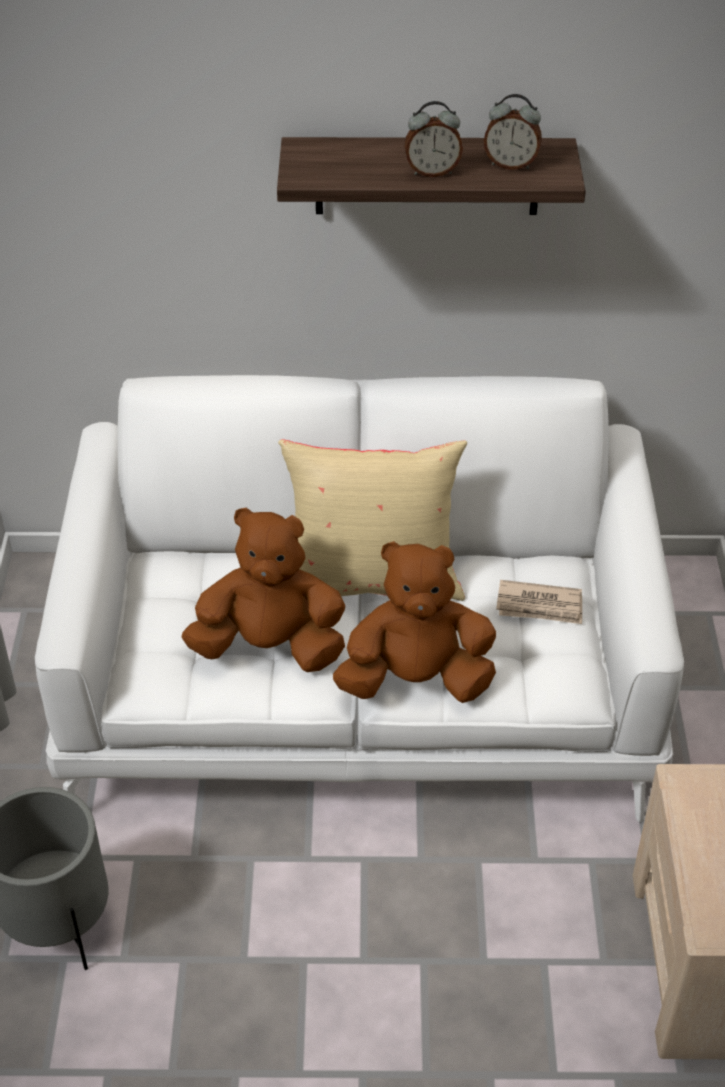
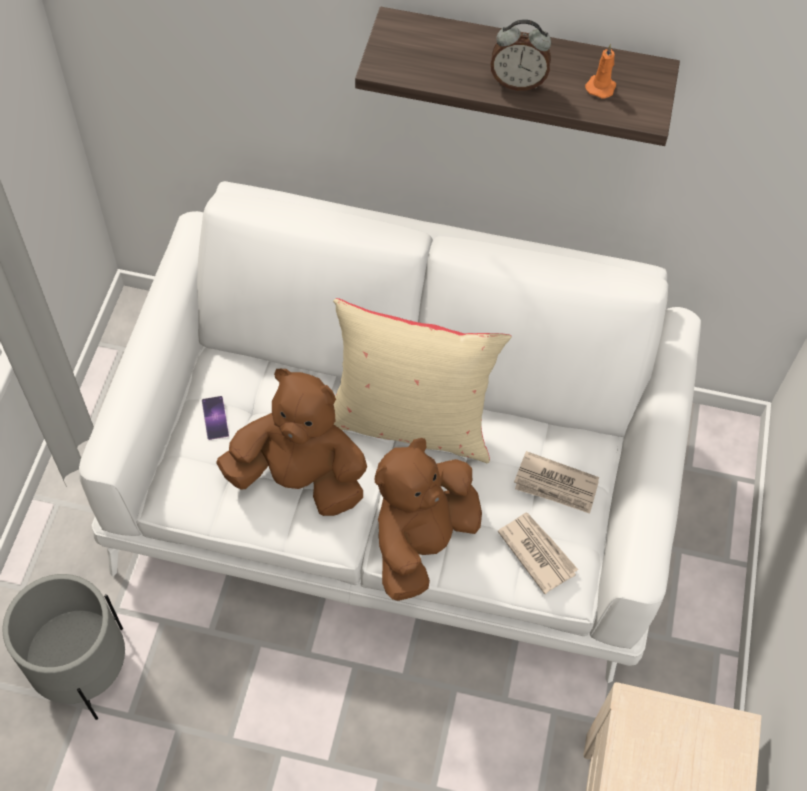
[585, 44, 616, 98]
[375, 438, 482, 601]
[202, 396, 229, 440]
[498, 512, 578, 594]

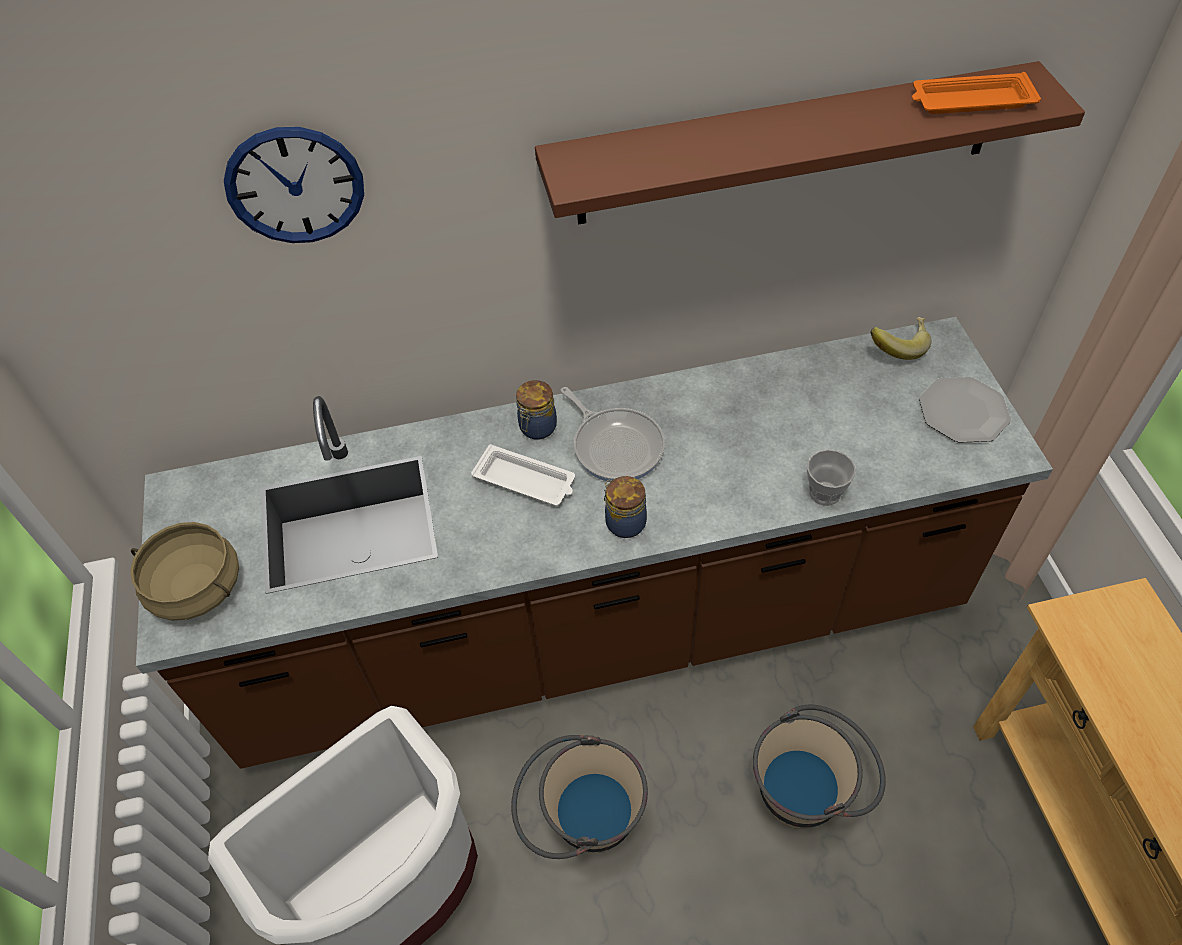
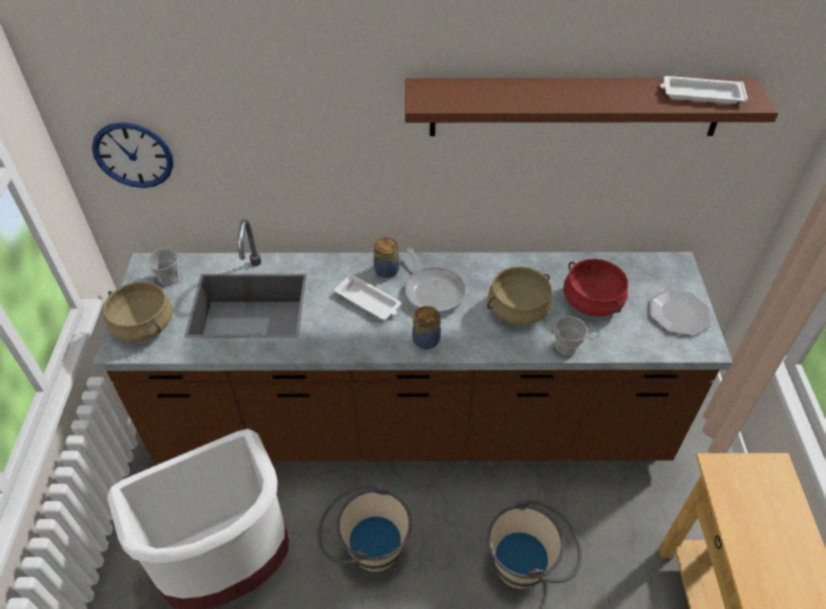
[660, 76, 748, 104]
[92, 122, 174, 188]
[871, 317, 931, 360] (first image)
[147, 249, 179, 285]
[563, 259, 628, 317]
[487, 267, 553, 325]

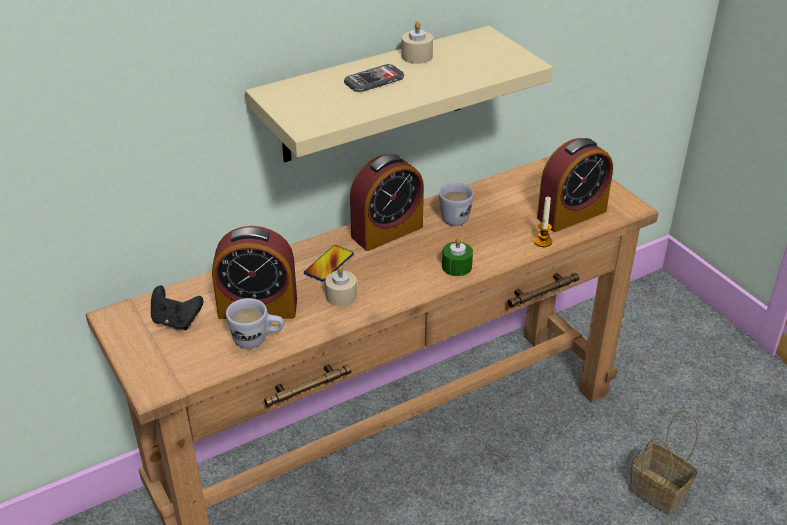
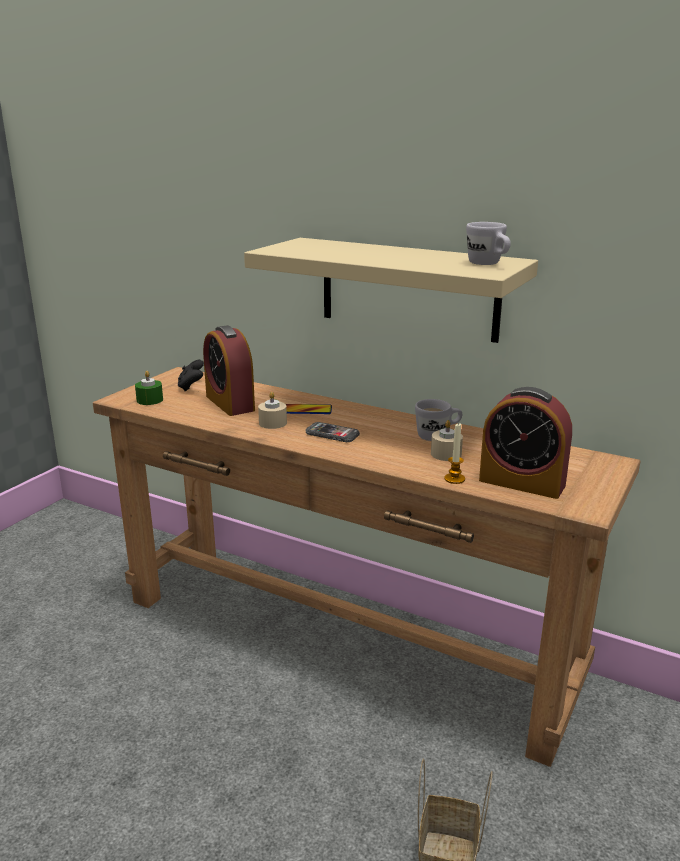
[431, 420, 463, 461]
[305, 422, 360, 442]
[350, 154, 424, 251] (first image)
[135, 371, 163, 405]
[466, 222, 511, 265]

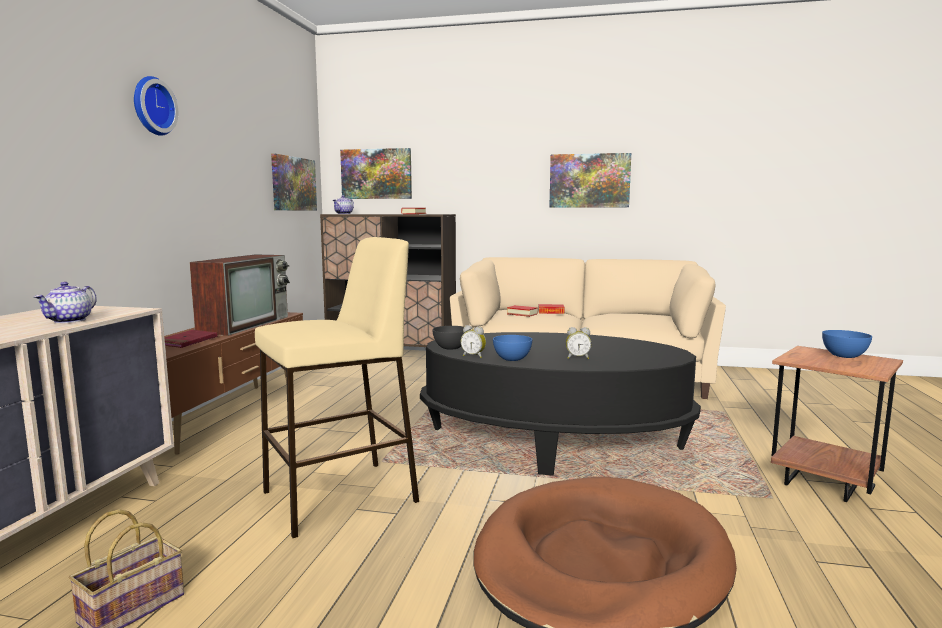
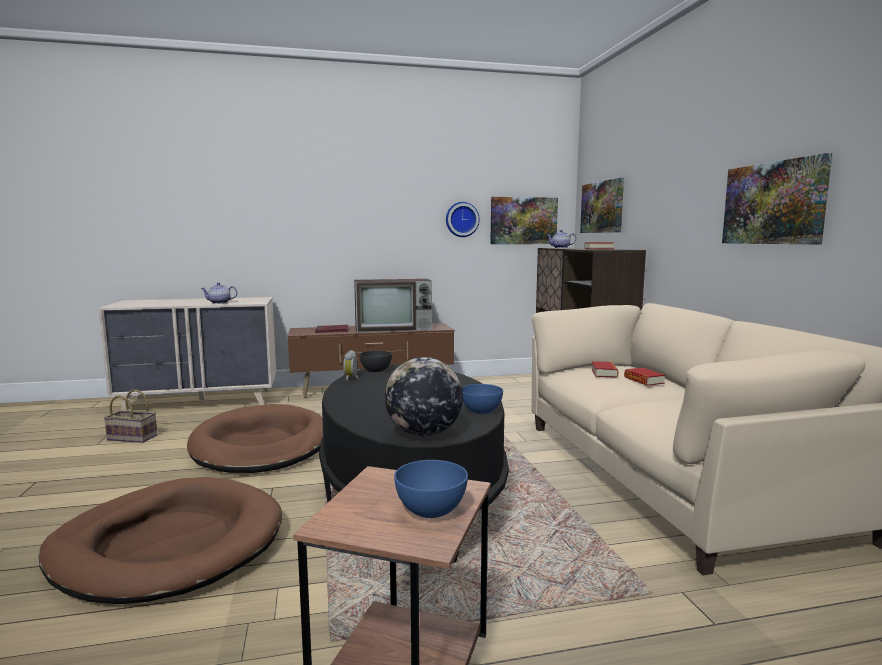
[446, 202, 480, 237]
[187, 404, 323, 473]
[566, 327, 591, 359] (first image)
[462, 384, 503, 414]
[385, 357, 463, 437]

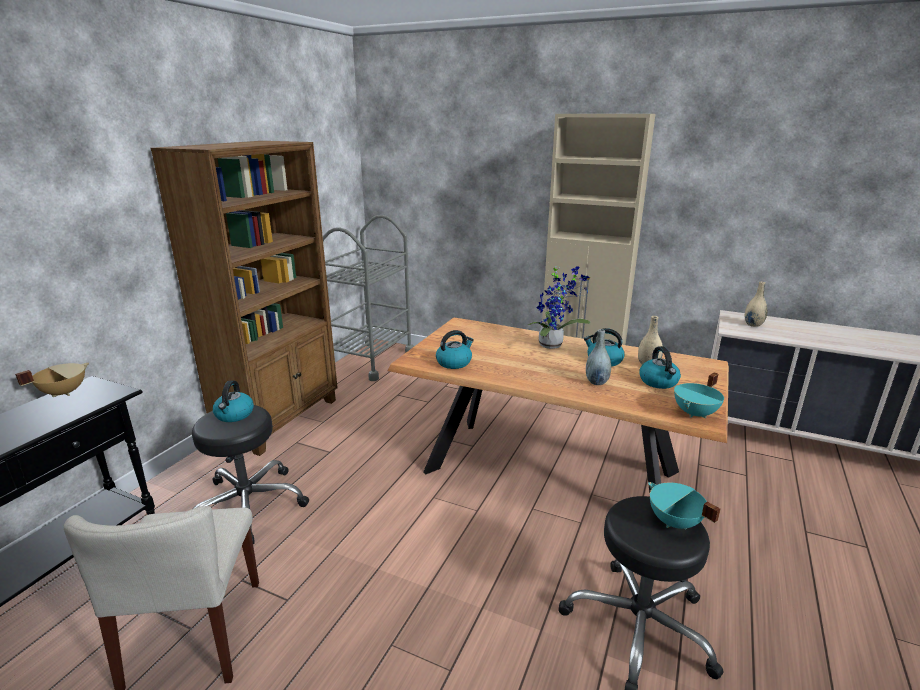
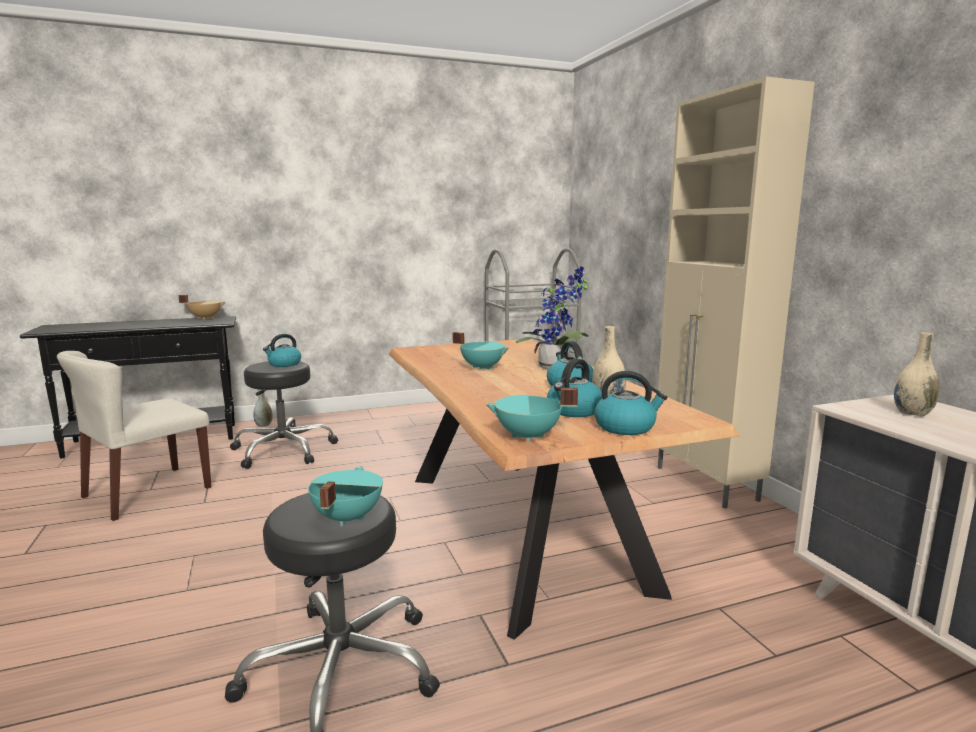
[151, 141, 338, 456] (first image)
[253, 389, 272, 427]
[594, 371, 667, 435]
[453, 332, 509, 370]

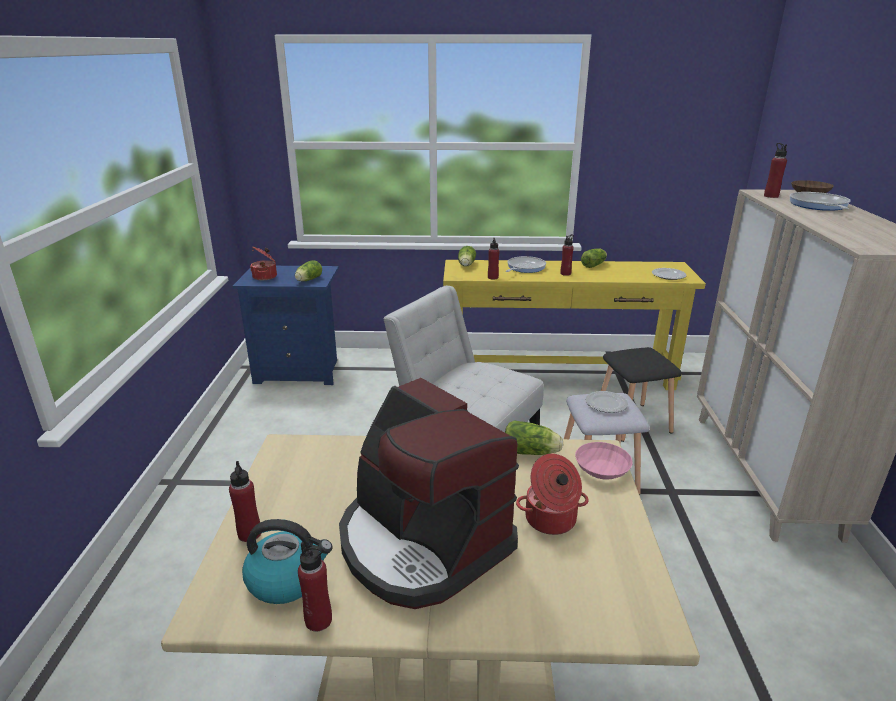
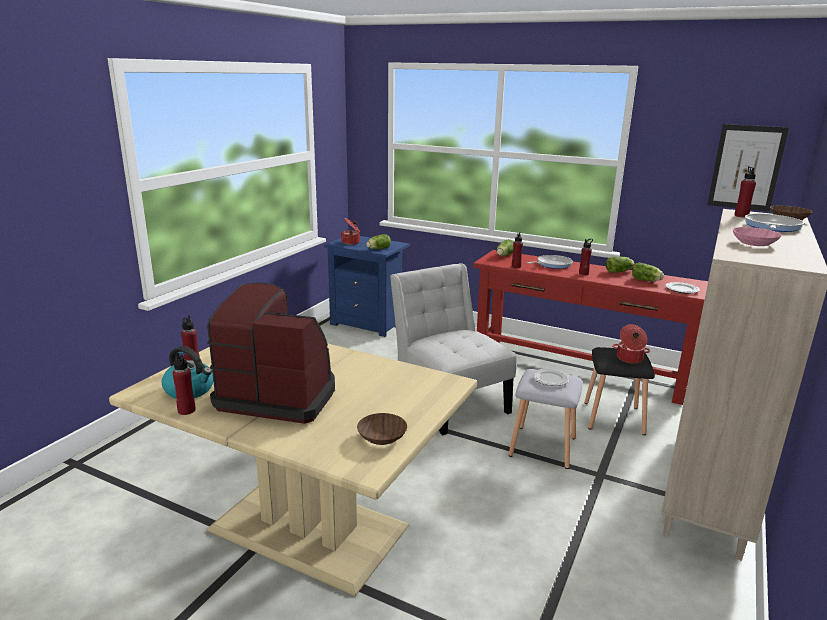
[473, 250, 708, 405]
[207, 283, 335, 424]
[632, 263, 664, 281]
[733, 227, 782, 246]
[612, 324, 650, 363]
[707, 124, 789, 211]
[357, 413, 407, 445]

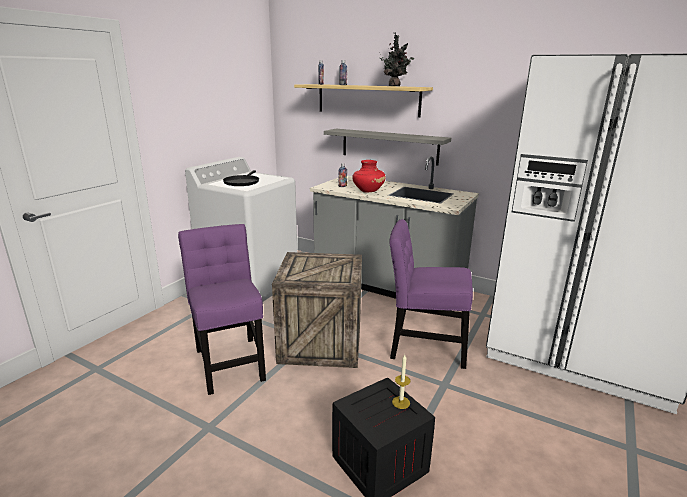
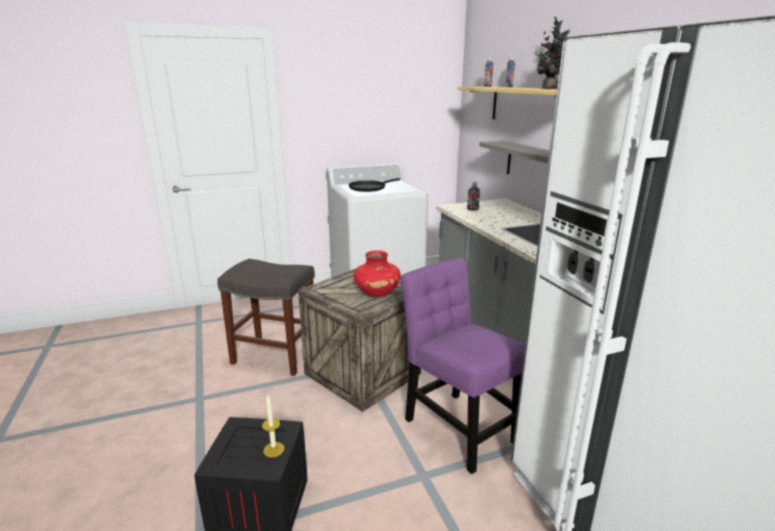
[354, 250, 401, 297]
[218, 259, 315, 376]

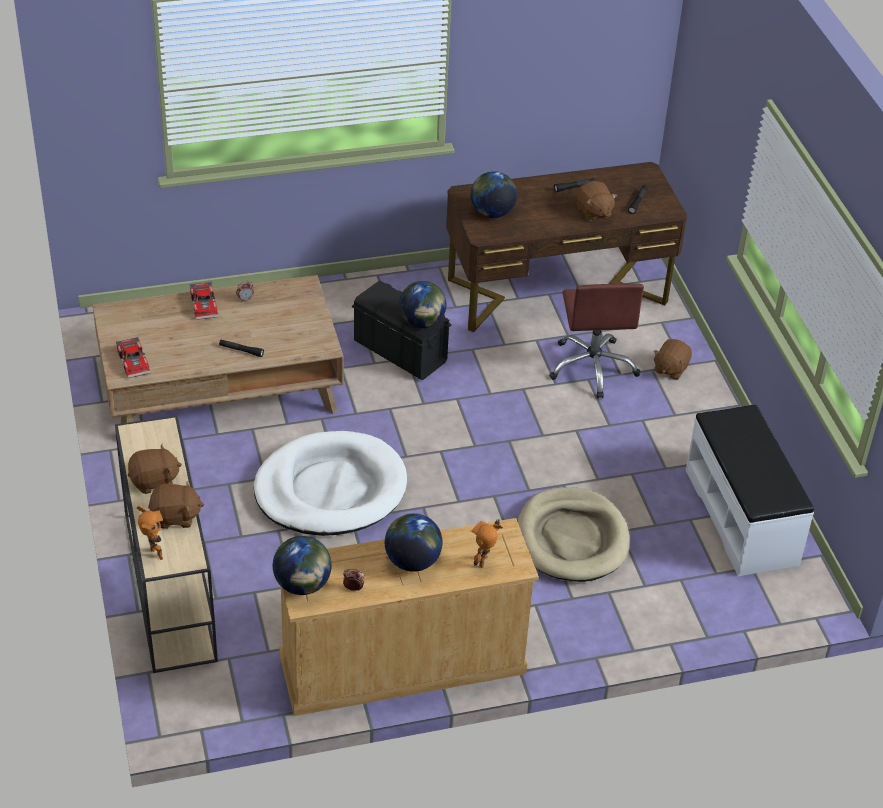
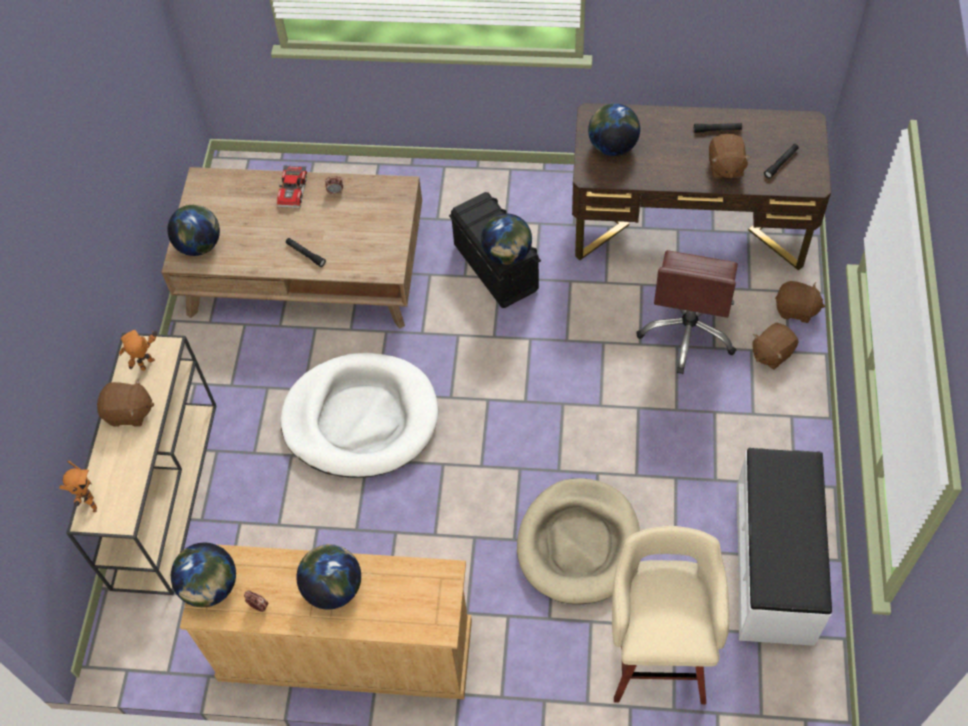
[167, 205, 220, 256]
[775, 281, 825, 323]
[119, 330, 157, 371]
[612, 526, 729, 704]

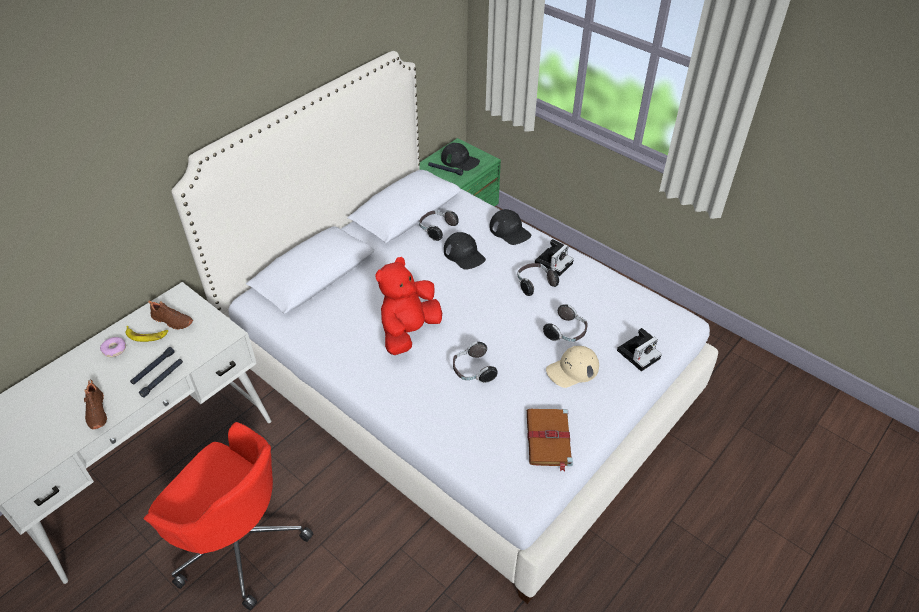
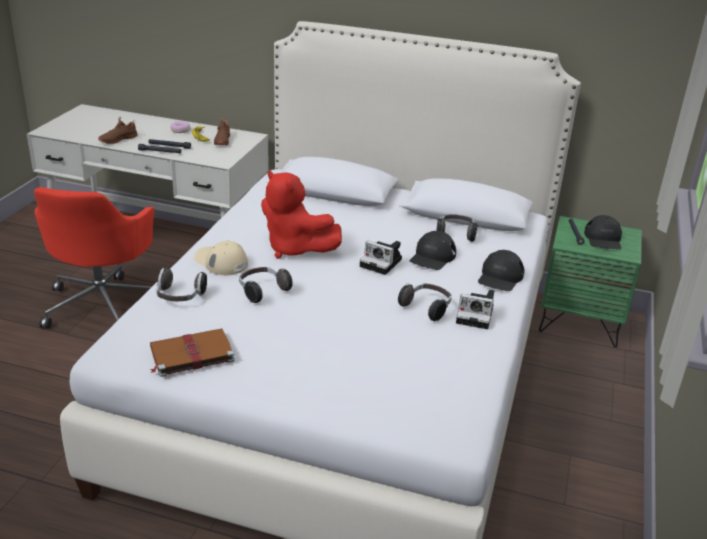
[261, 170, 342, 259]
[156, 267, 207, 301]
[360, 241, 402, 275]
[194, 241, 248, 275]

